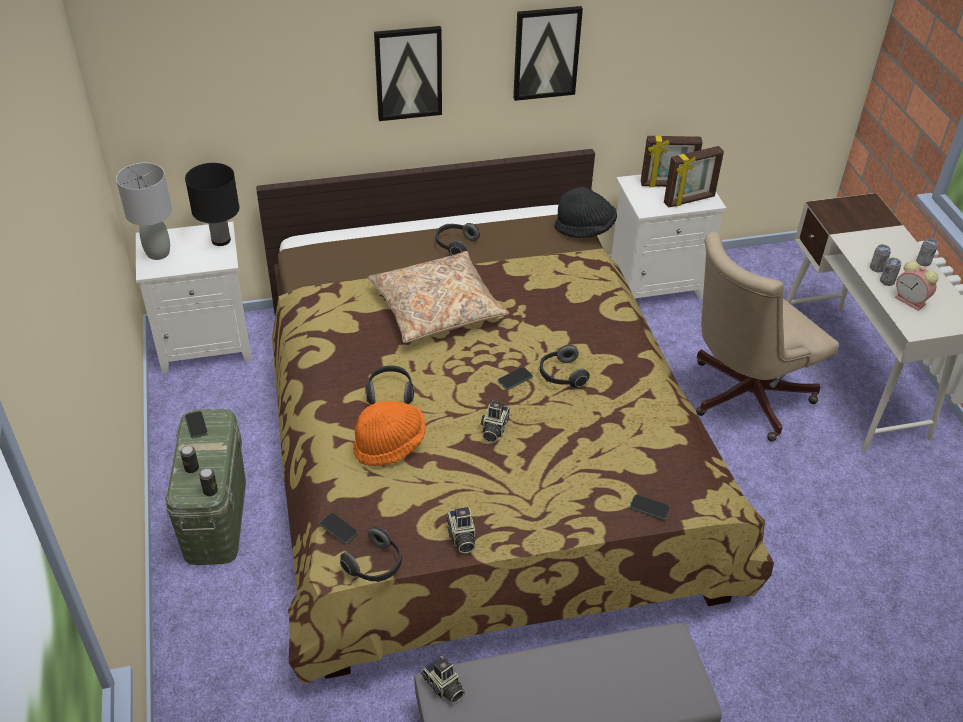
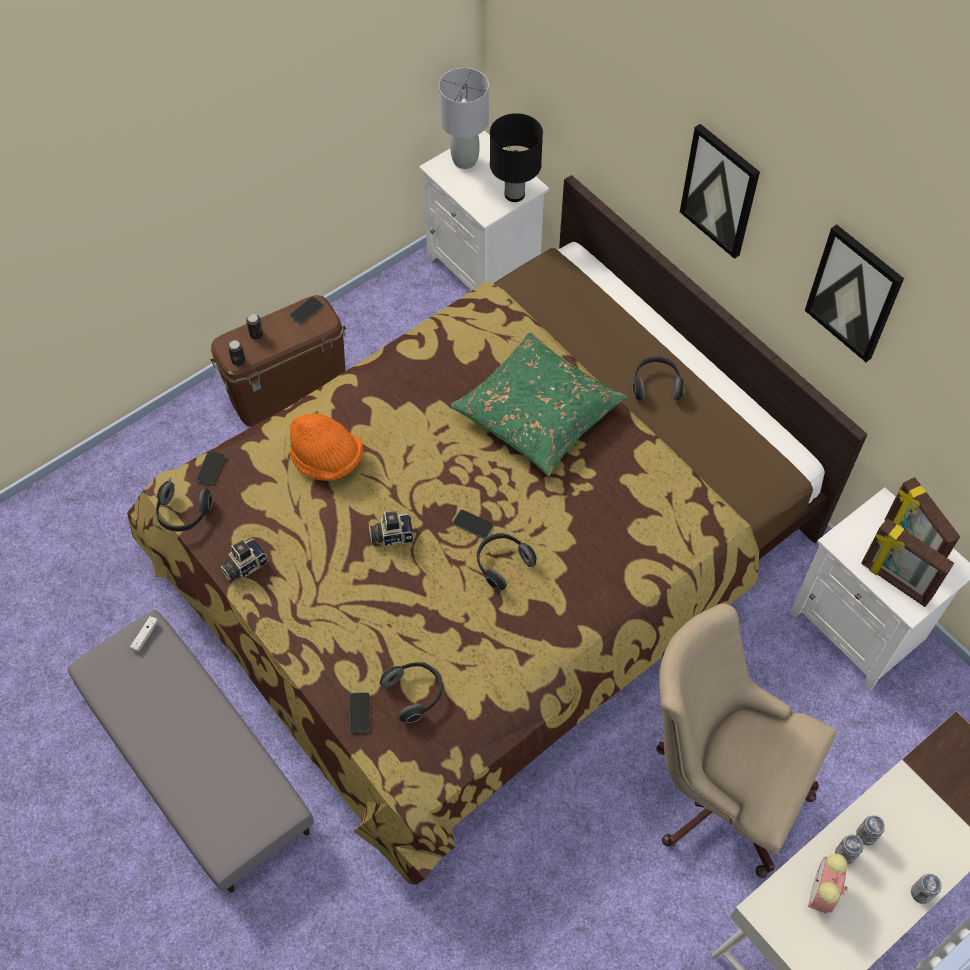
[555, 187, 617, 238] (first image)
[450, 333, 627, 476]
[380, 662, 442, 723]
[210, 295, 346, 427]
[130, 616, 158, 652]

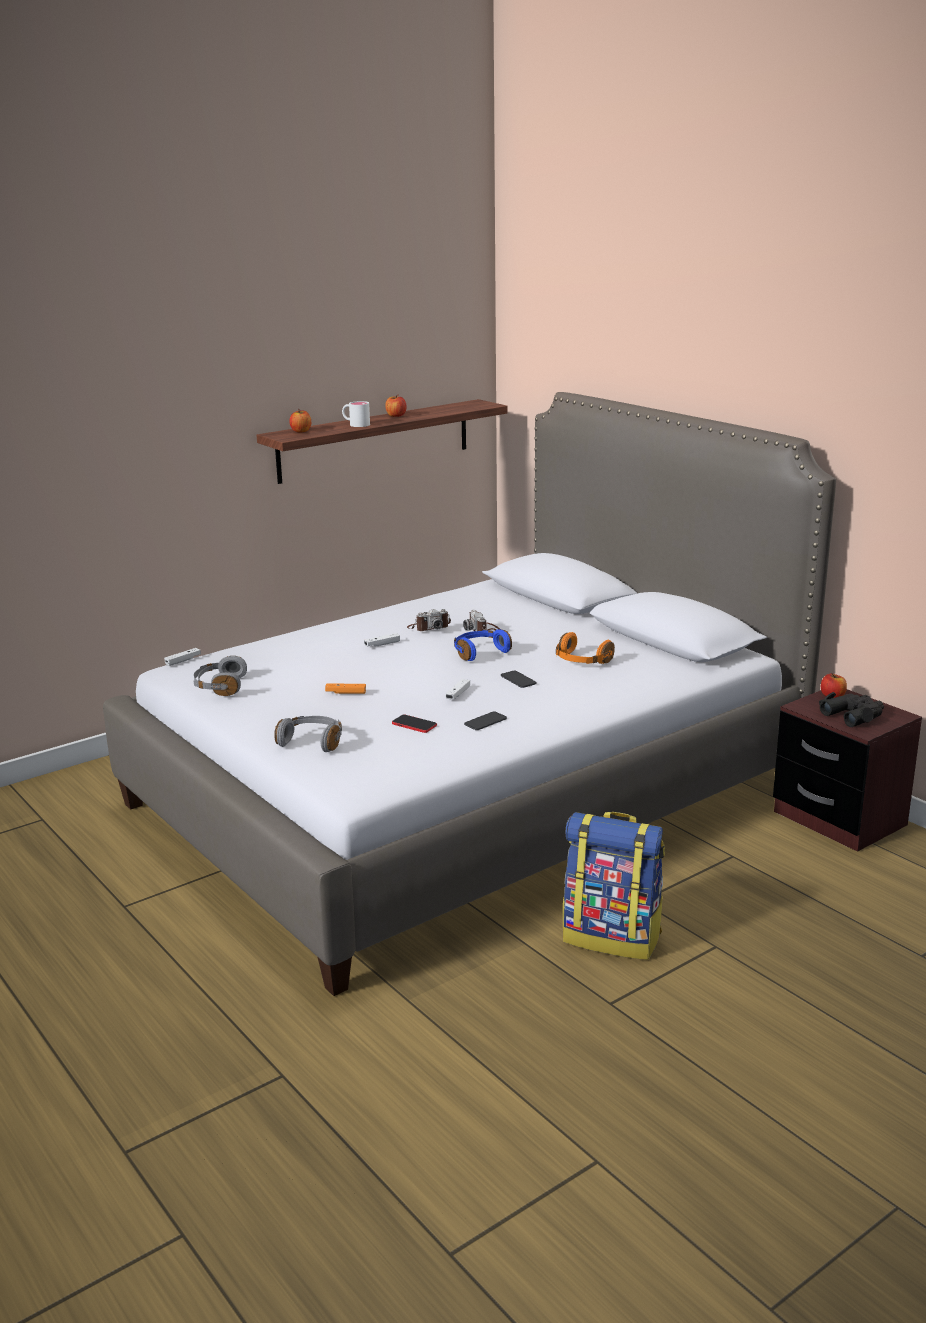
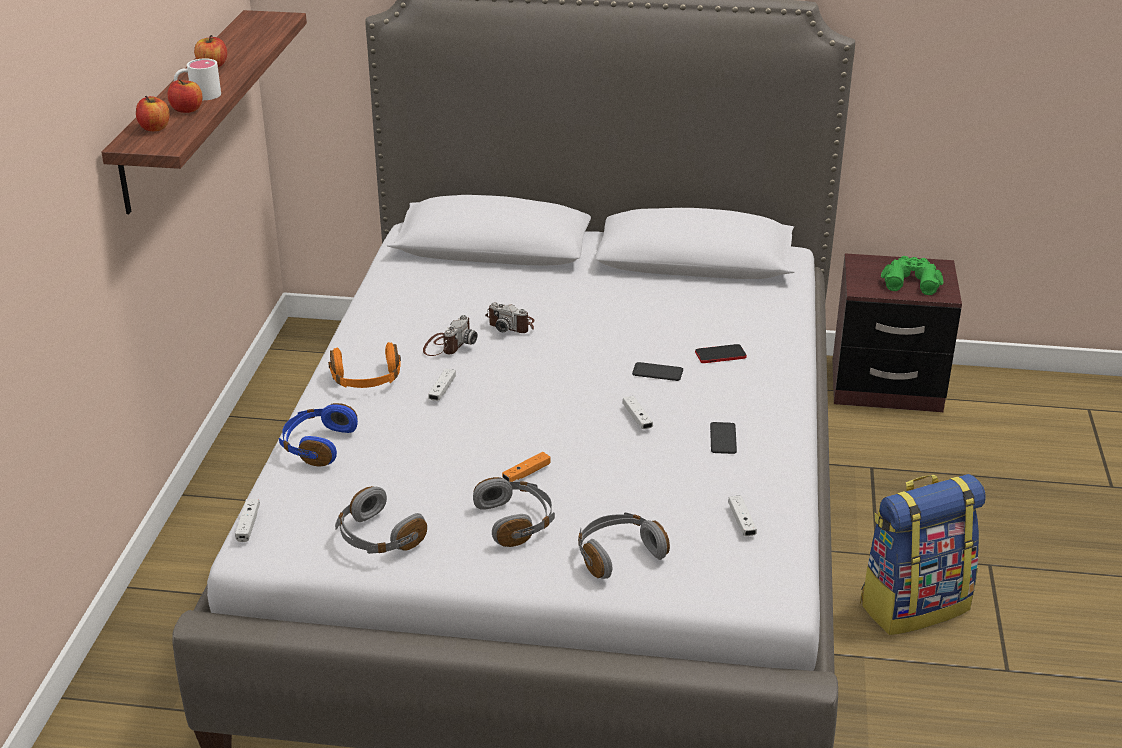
[279, 403, 358, 467]
[328, 342, 401, 388]
[168, 79, 203, 113]
[881, 256, 943, 295]
[695, 344, 747, 363]
[473, 477, 555, 547]
[729, 495, 757, 536]

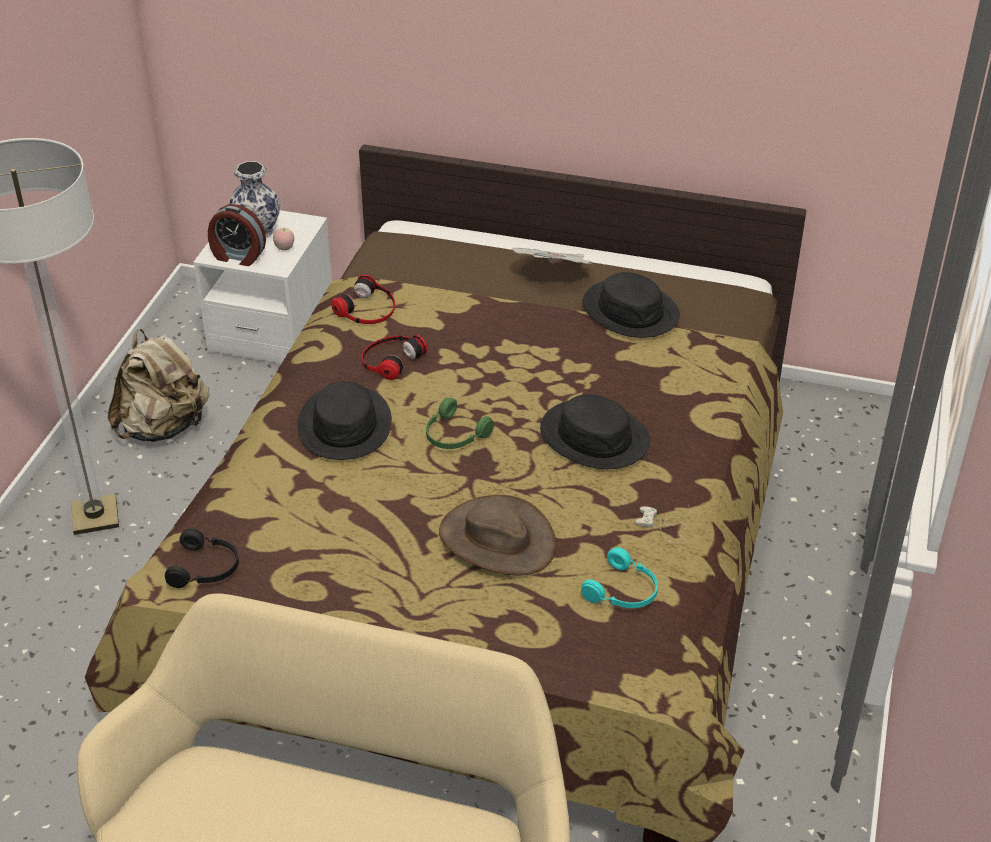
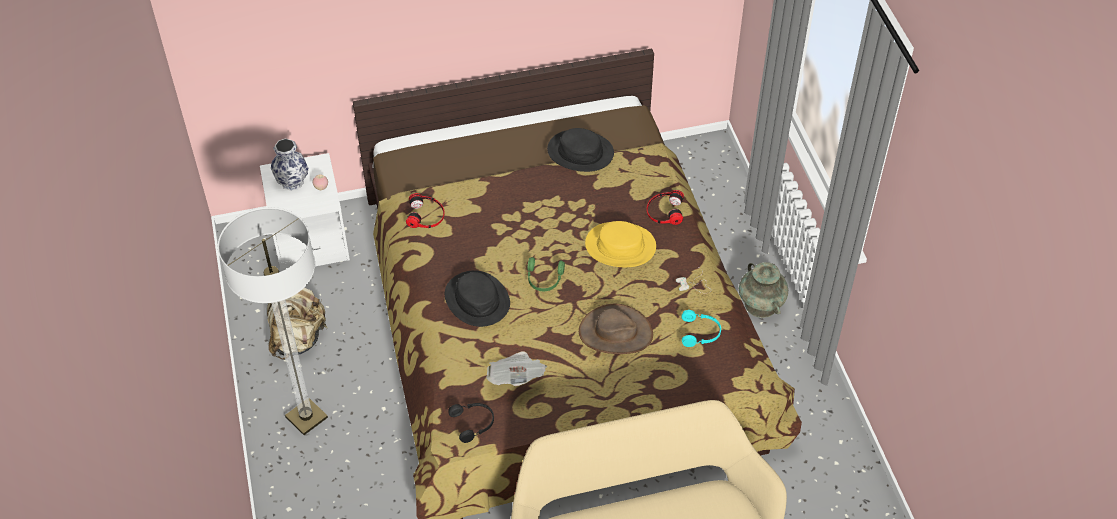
[208, 204, 266, 266] (first image)
[486, 352, 547, 386]
[647, 190, 684, 225]
[585, 221, 656, 267]
[739, 262, 788, 318]

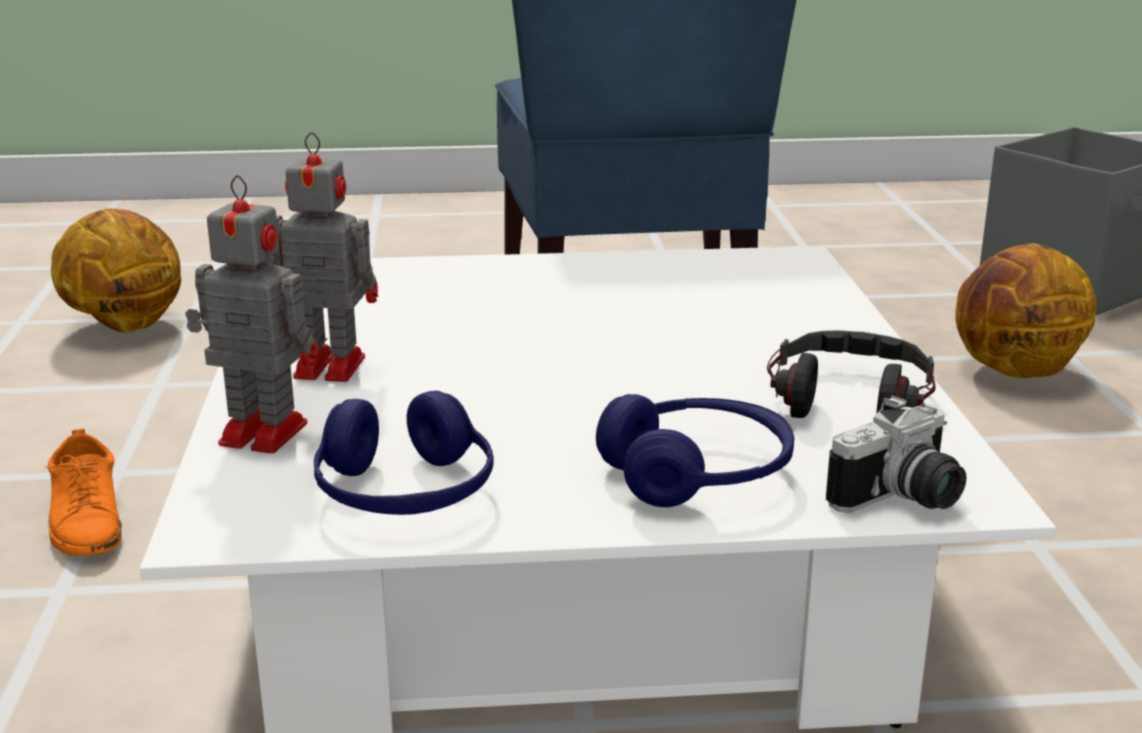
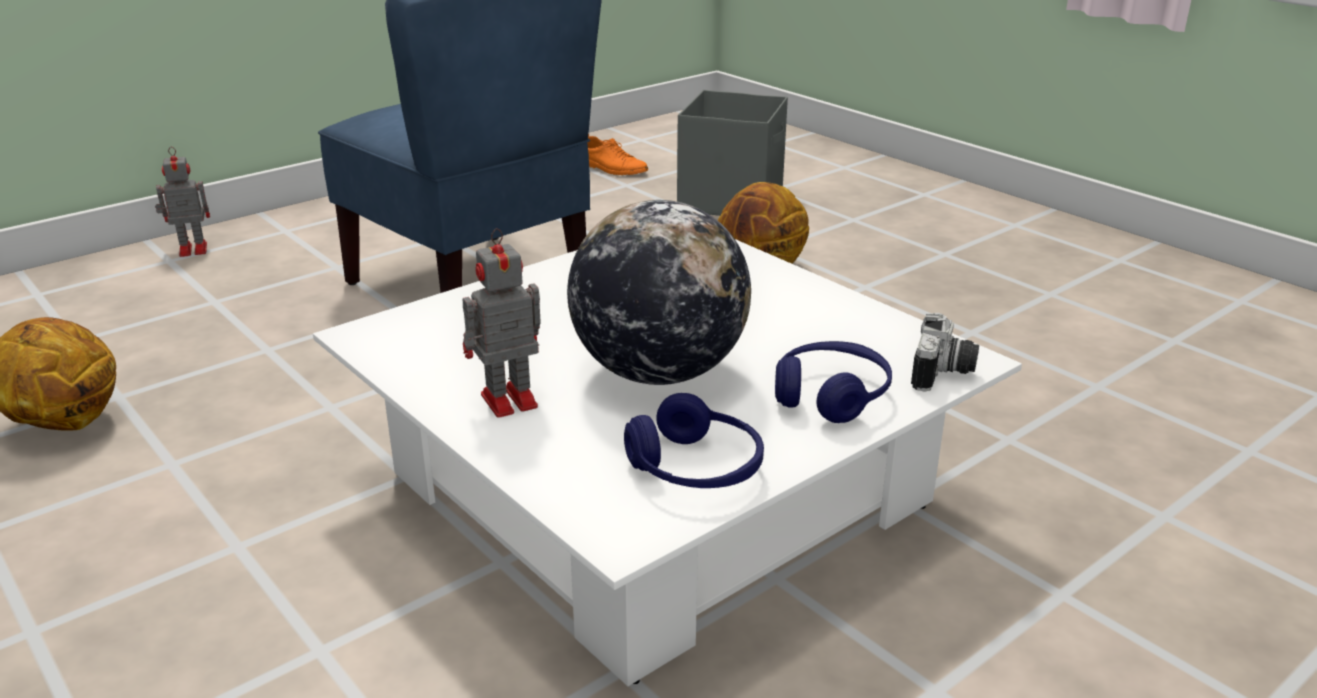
[155, 146, 210, 257]
[767, 330, 936, 418] (first image)
[587, 134, 648, 175]
[567, 200, 751, 385]

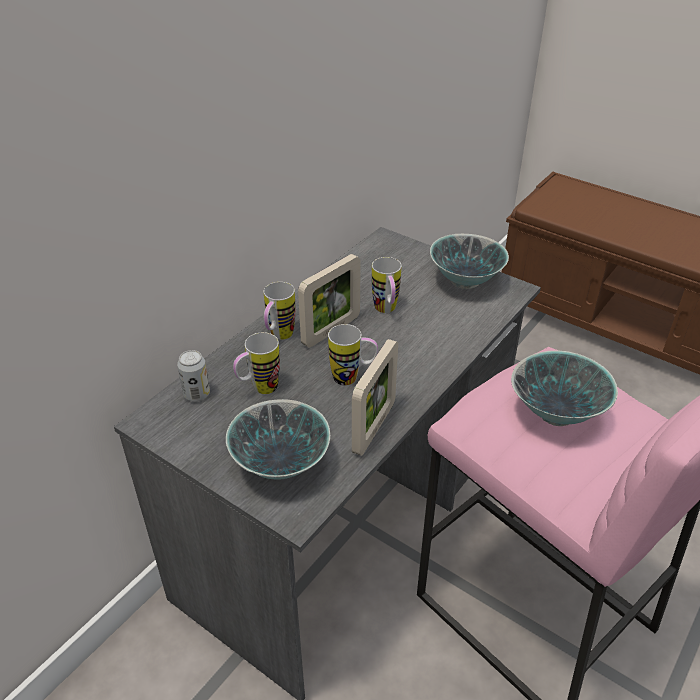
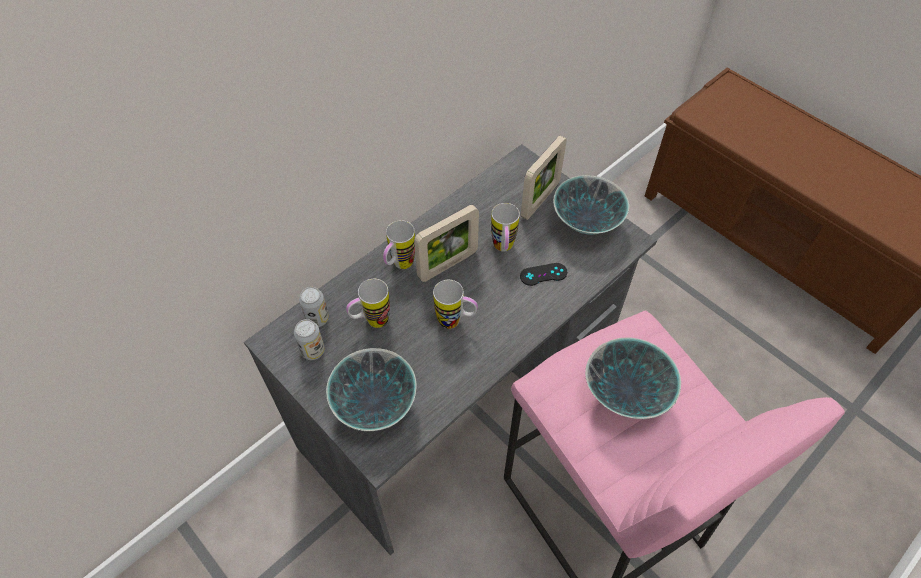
[521, 136, 567, 220]
[520, 263, 567, 286]
[294, 319, 325, 360]

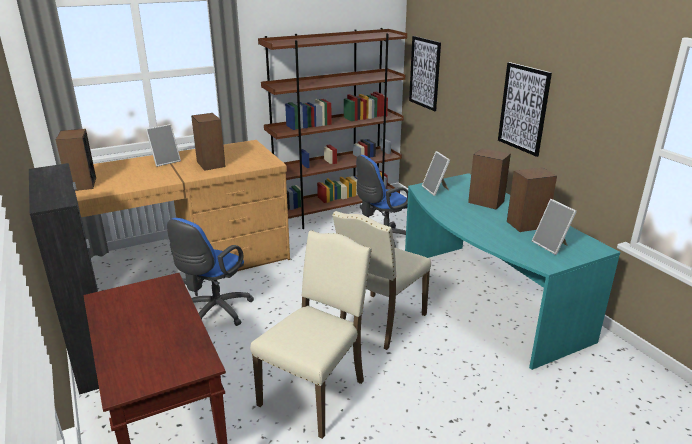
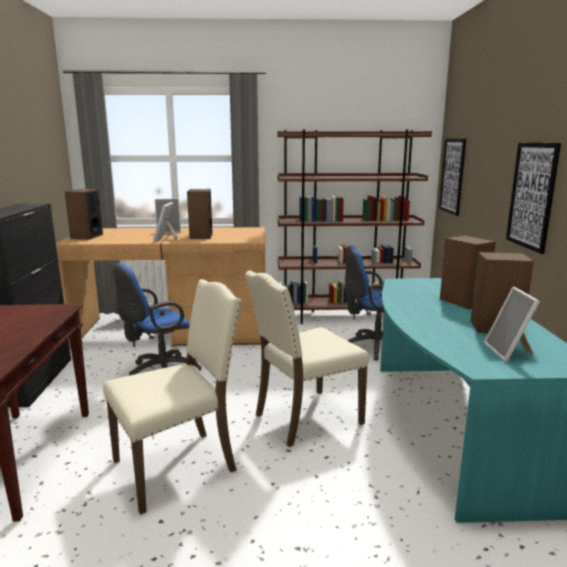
[153, 202, 179, 241]

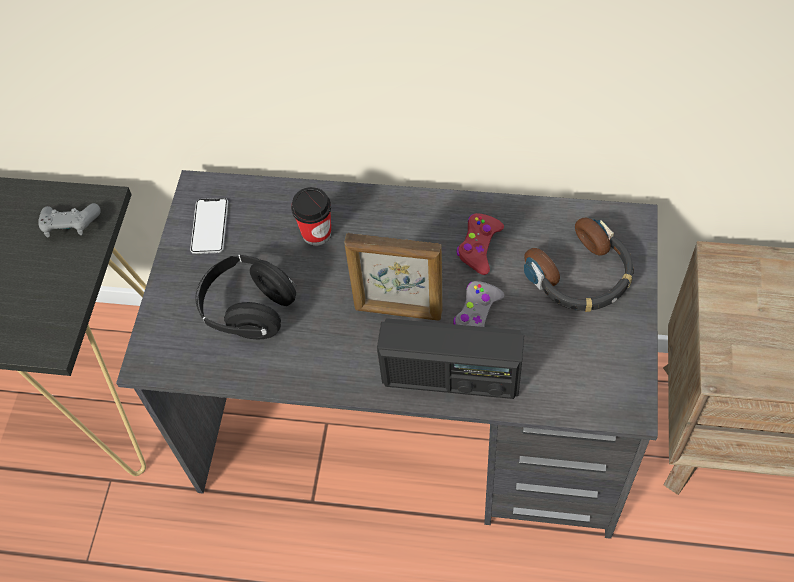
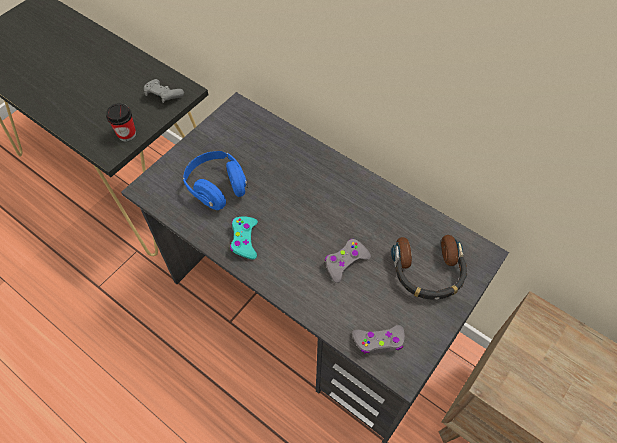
[106, 103, 136, 141]
[190, 198, 228, 254] (first image)
[457, 213, 504, 275] (first image)
[344, 233, 442, 321] (first image)
[183, 151, 248, 210]
[377, 318, 524, 399] (first image)
[230, 216, 258, 260]
[352, 325, 405, 354]

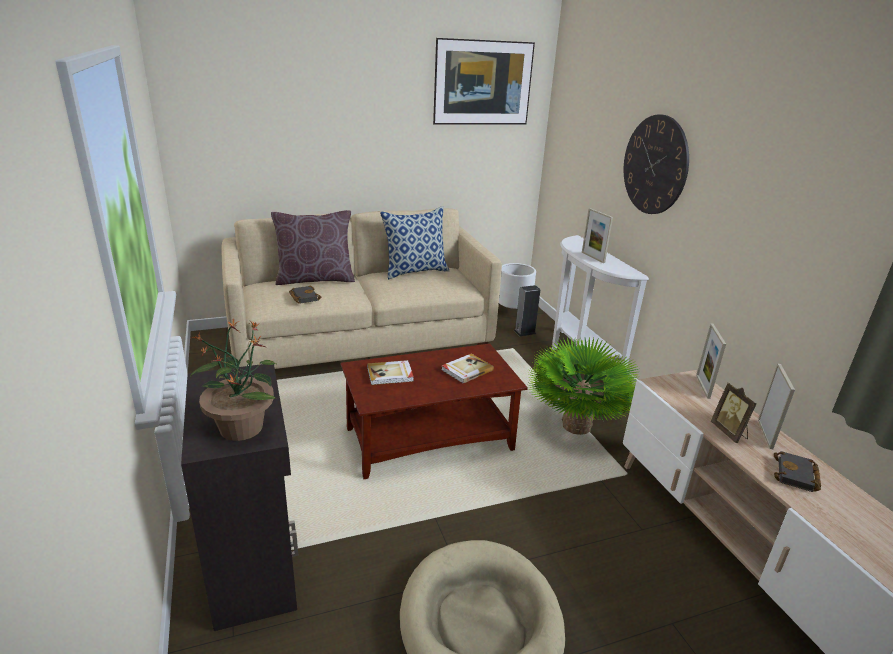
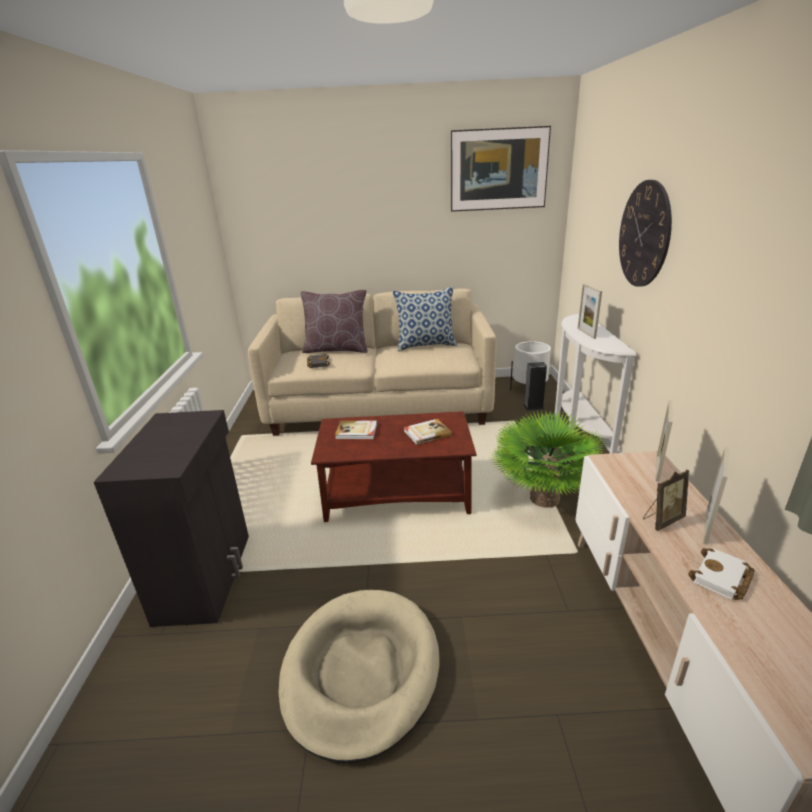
[189, 319, 277, 441] (first image)
[643, 469, 689, 531]
[688, 548, 755, 600]

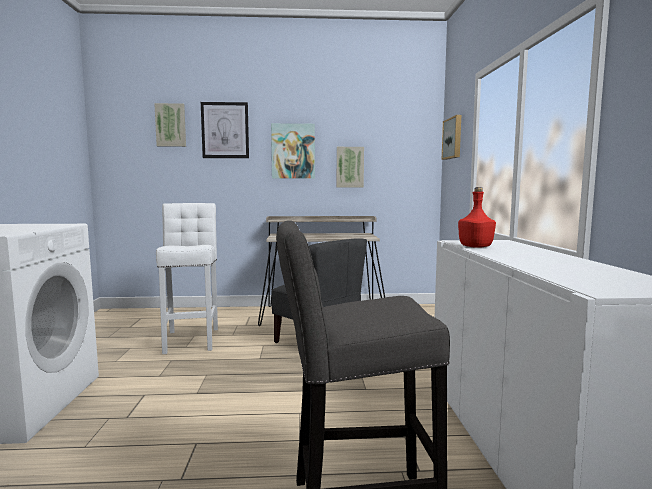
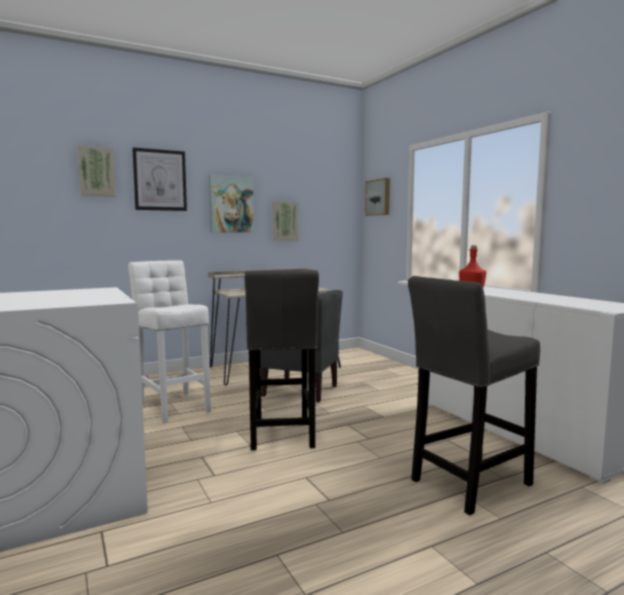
[245, 270, 319, 450]

